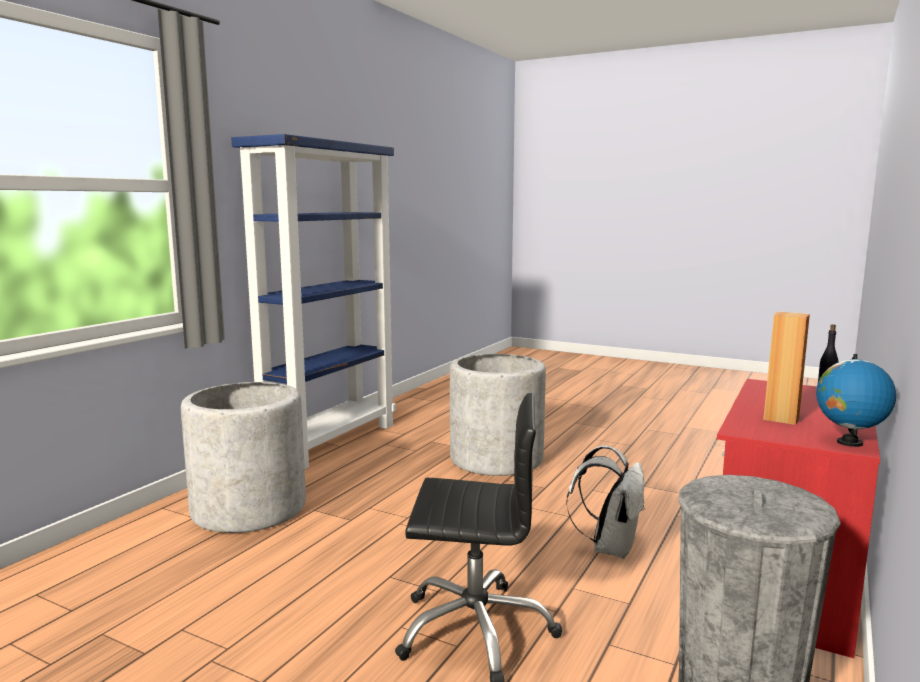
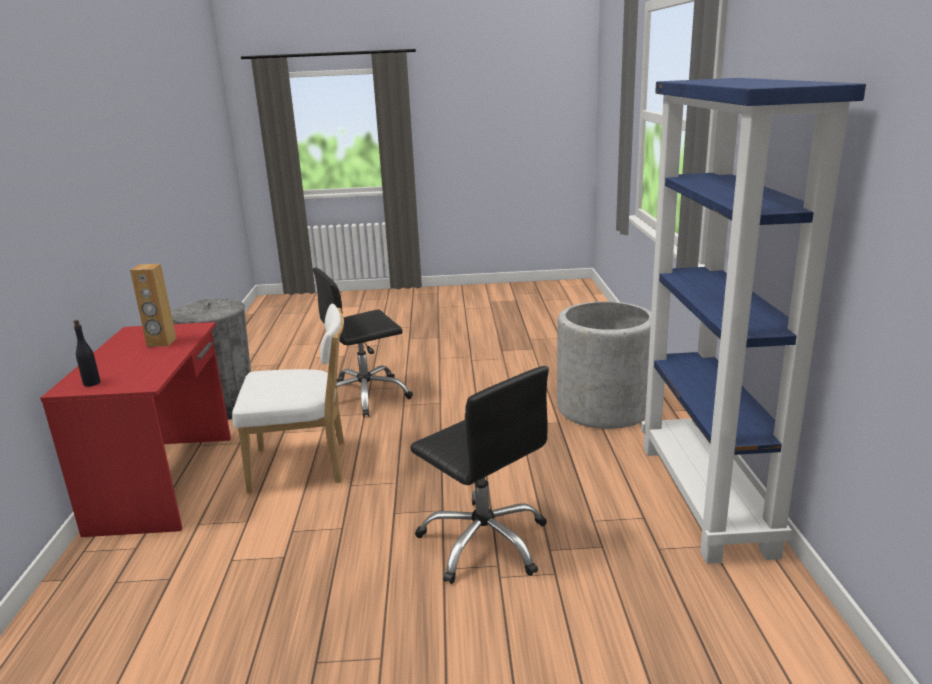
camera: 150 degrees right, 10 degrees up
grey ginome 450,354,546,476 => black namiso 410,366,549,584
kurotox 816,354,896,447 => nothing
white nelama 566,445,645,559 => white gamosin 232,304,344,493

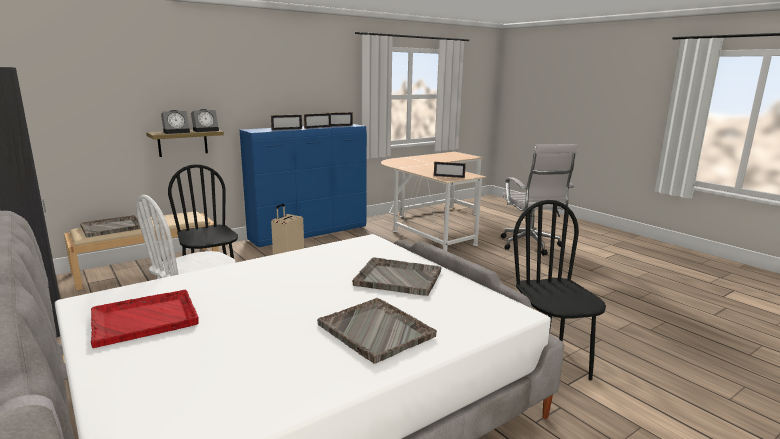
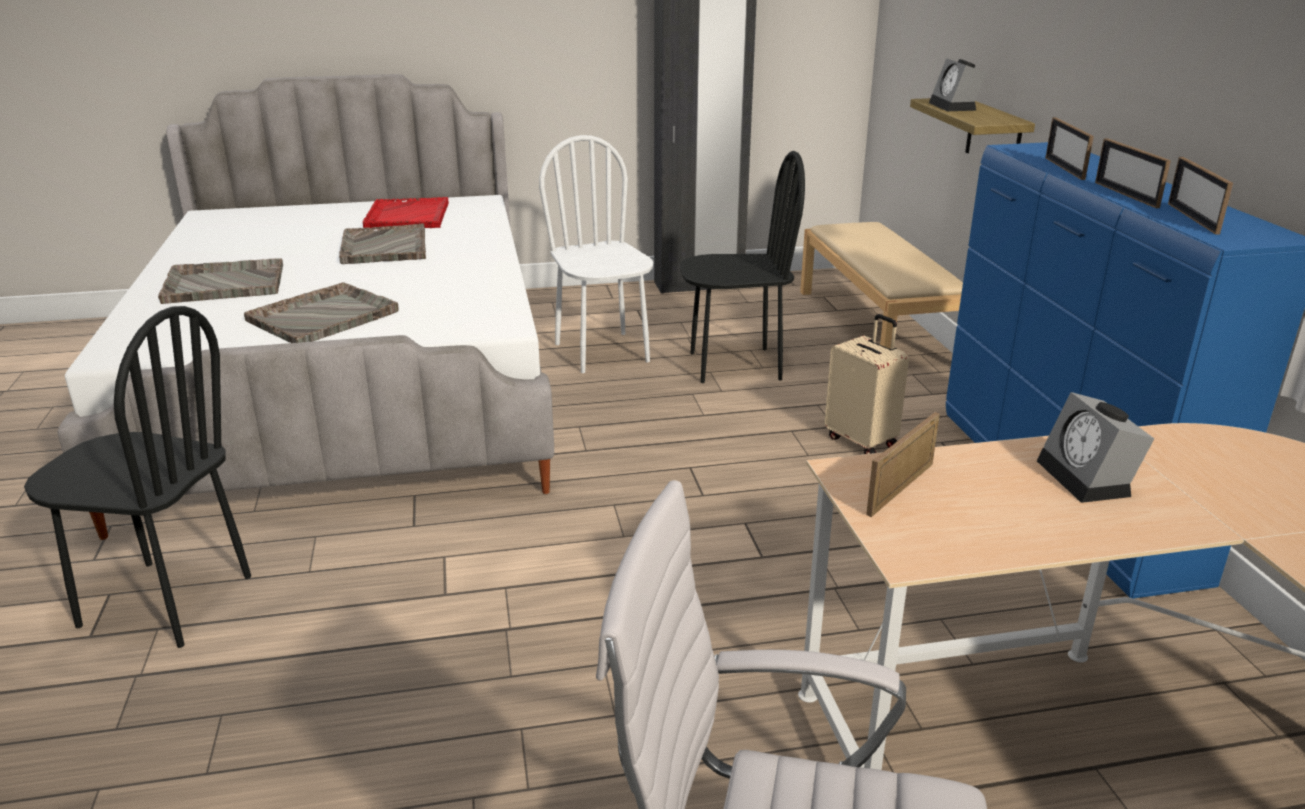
camera: 115 degrees right, 10 degrees up
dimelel 191,109,219,132 => dimelel 1037,392,1154,503, moved
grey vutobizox 80,215,140,238 => grey vutobizox 339,223,426,264, moved

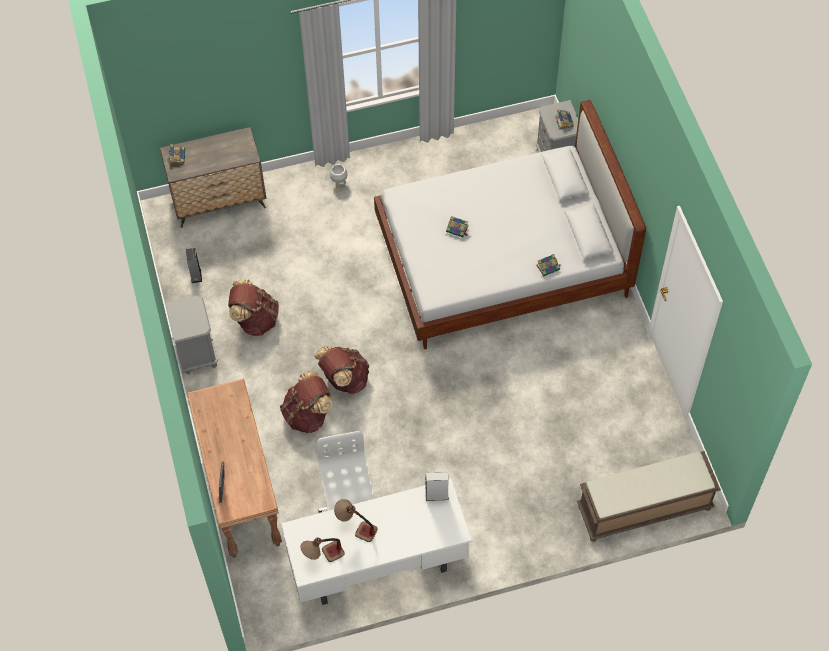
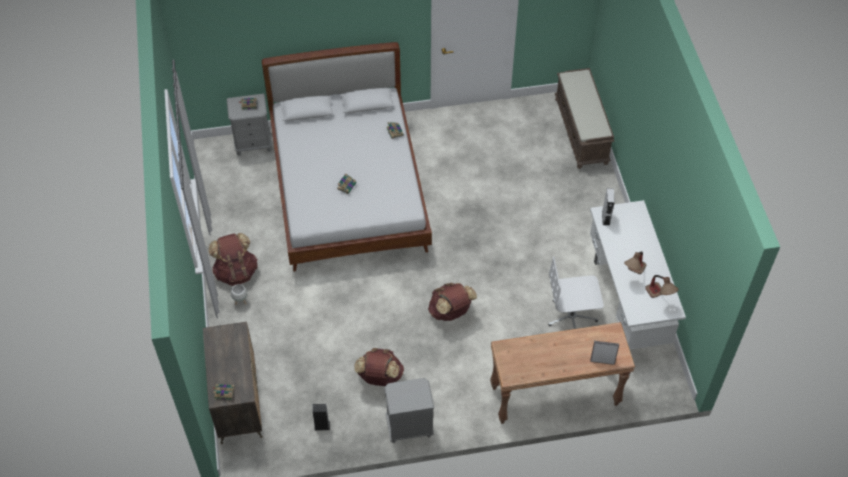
camera: 85 degrees left, 5 degrees down
brown nelama 280,371,333,434 => brown nelama 209,233,257,286, moved

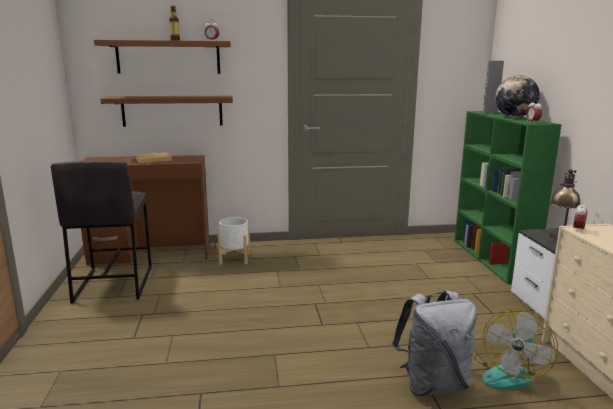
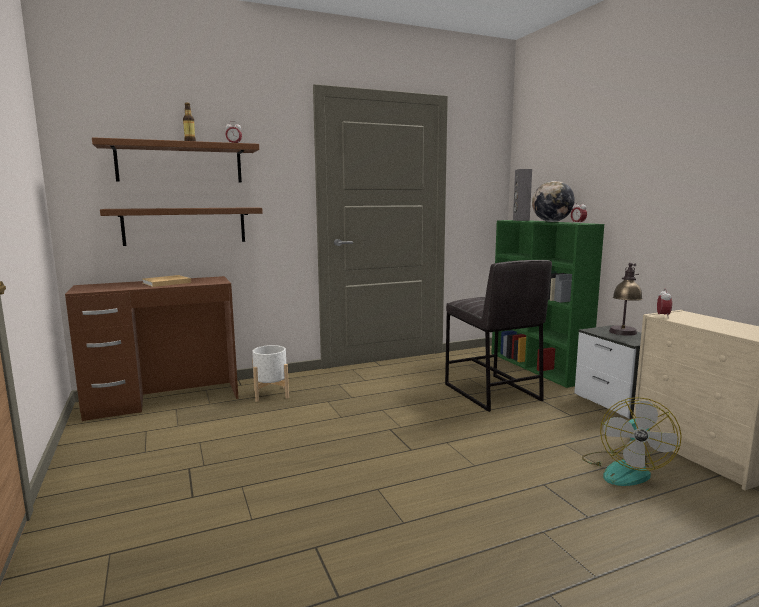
camera: 15 degrees left, 5 degrees down
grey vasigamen 51,161,152,304 => grey vasigamen 445,260,552,412, moved
grey nelama 392,290,477,397 => nothing

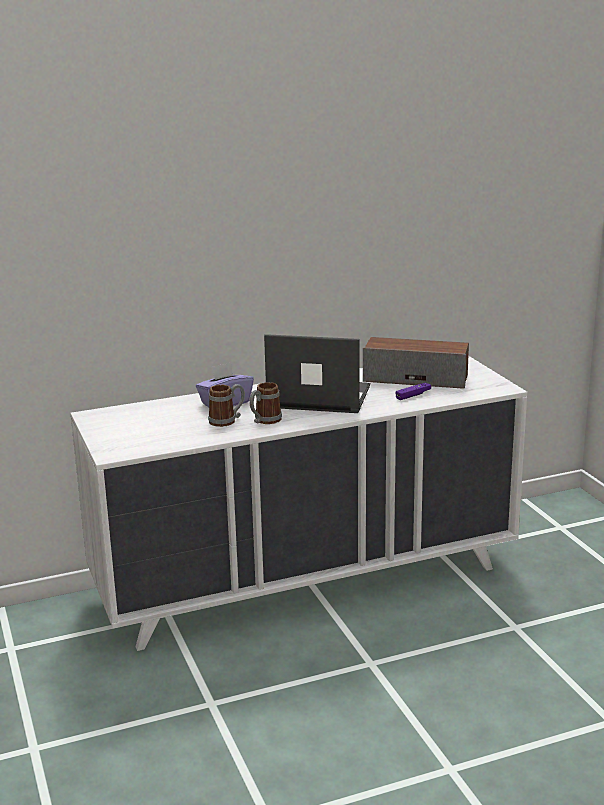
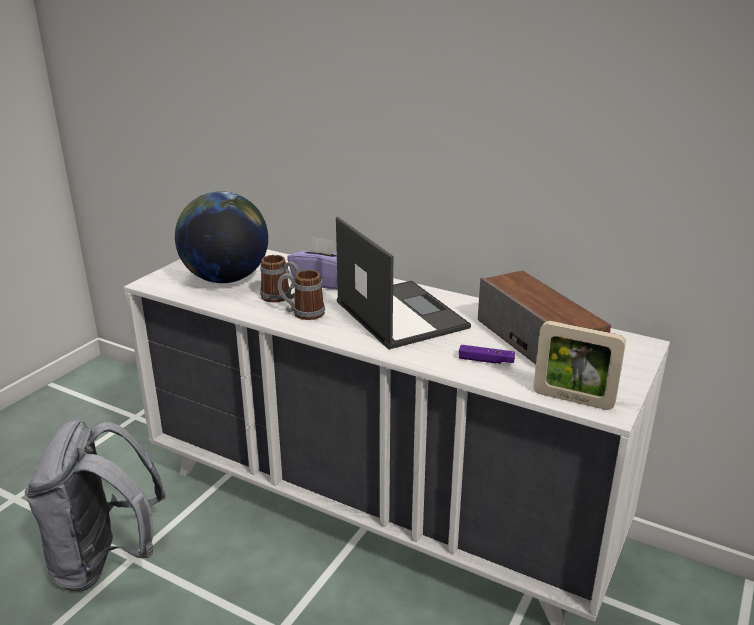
camera: 50 degrees right, 5 degrees up
nothing => kurotox 175,191,268,283
nothing => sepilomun 534,321,626,410
nothing => grey nelama 25,419,166,592

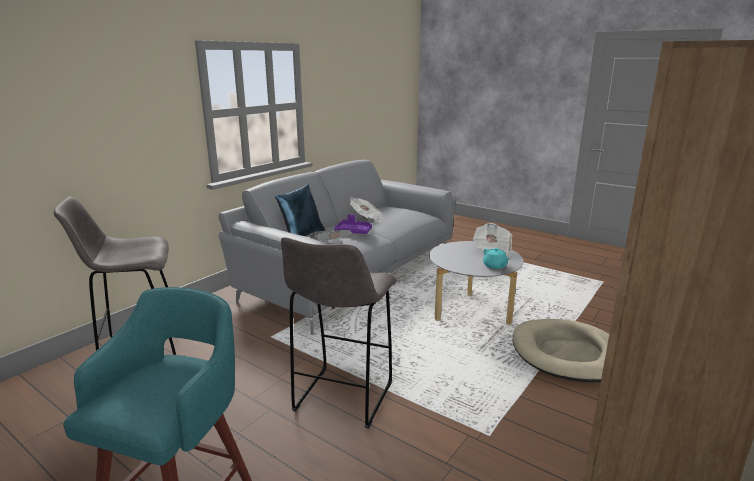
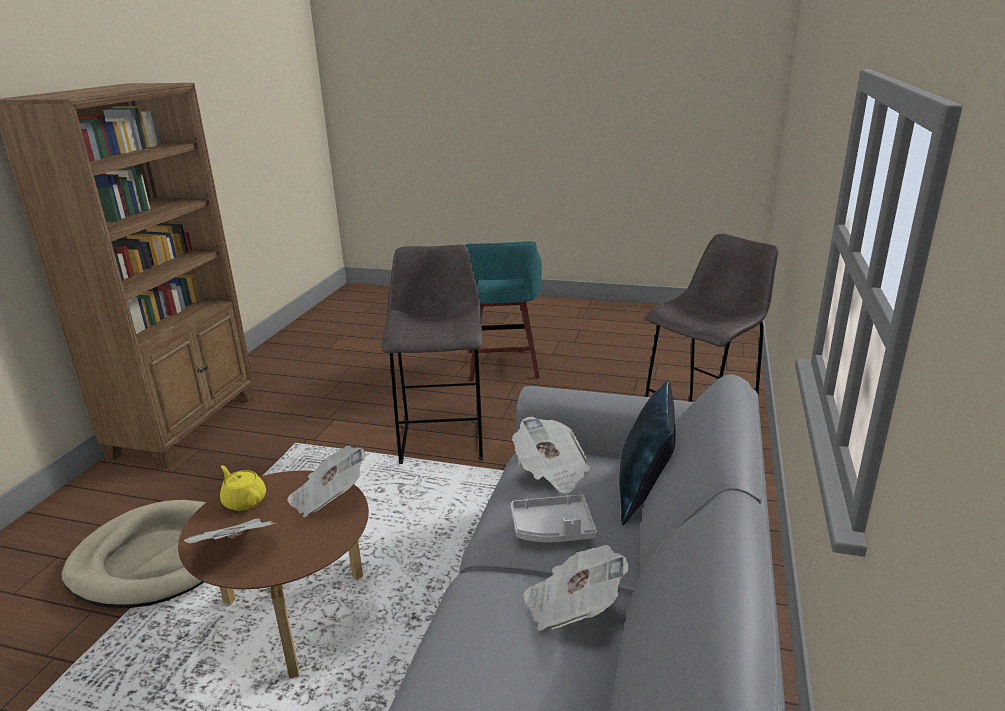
camera: 160 degrees right, 5 degrees up
purple vutobizox 335,214,372,234 => grey vutobizox 511,494,597,542
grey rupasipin 429,241,524,325 => brown rupasipin 178,471,369,679
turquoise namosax 483,248,510,269 => yellow namosax 220,465,266,511
nothing => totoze 287,446,366,518

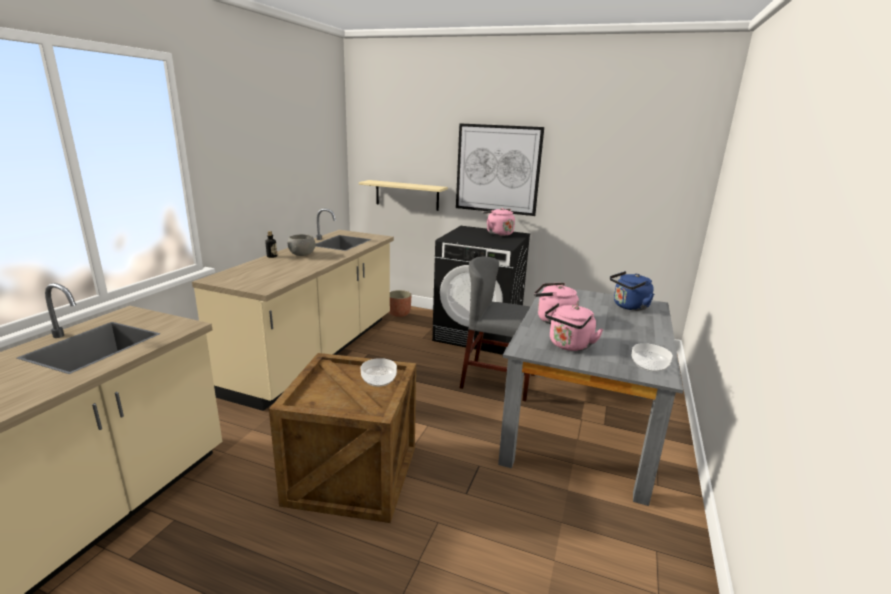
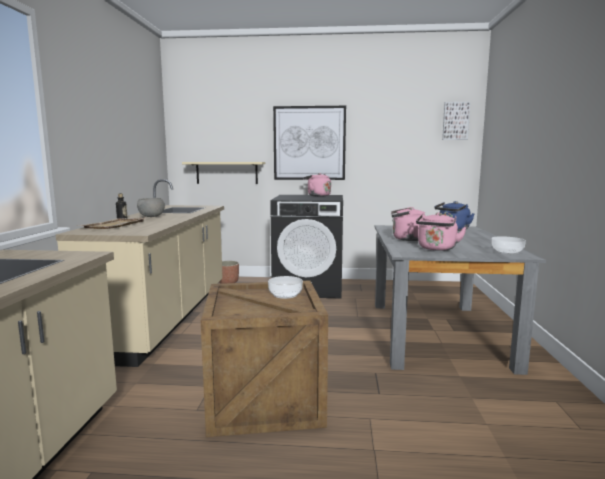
camera: 15 degrees left, 10 degrees down
grey gamosin 460,257,535,402 => nothing
nothing => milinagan 442,102,471,140
nothing => beige vutobizox 76,218,146,229

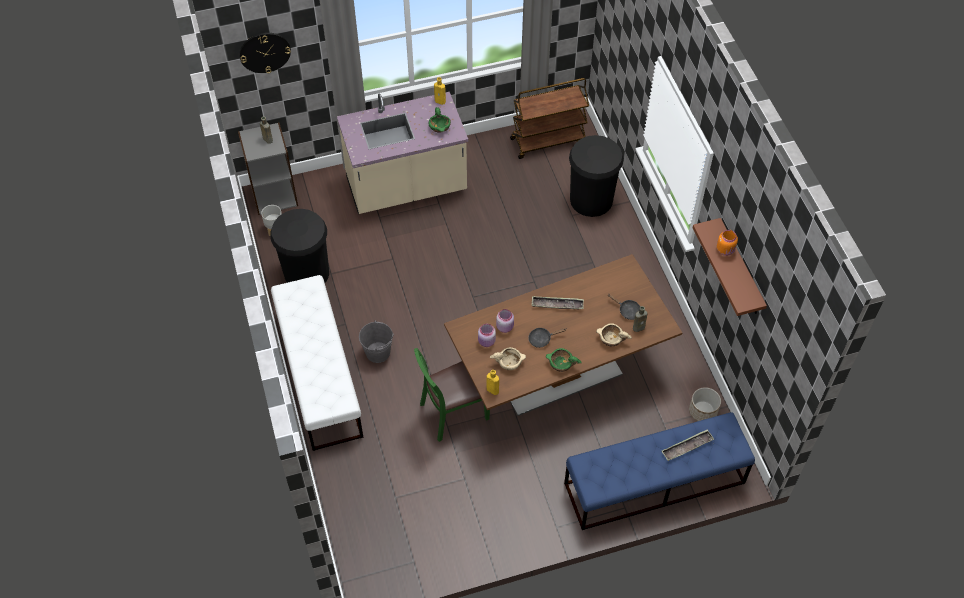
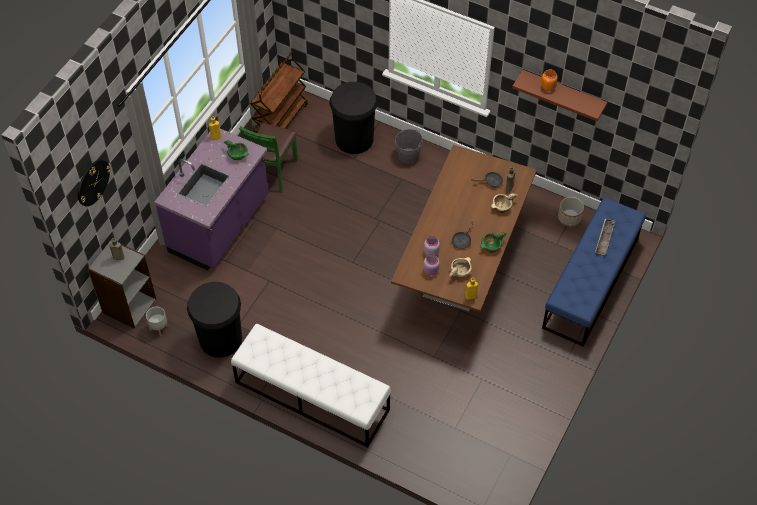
camera: 45 degrees left, 0 degrees up
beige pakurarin 337,92,468,214 => purple pakurarin 154,129,269,270
vutobizox 532,296,584,309 => nothing
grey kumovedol 359,320,394,363 => grey kumovedol 395,129,423,164, moved
green gamosin 414,348,490,442 => green gamosin 239,122,298,193, moved

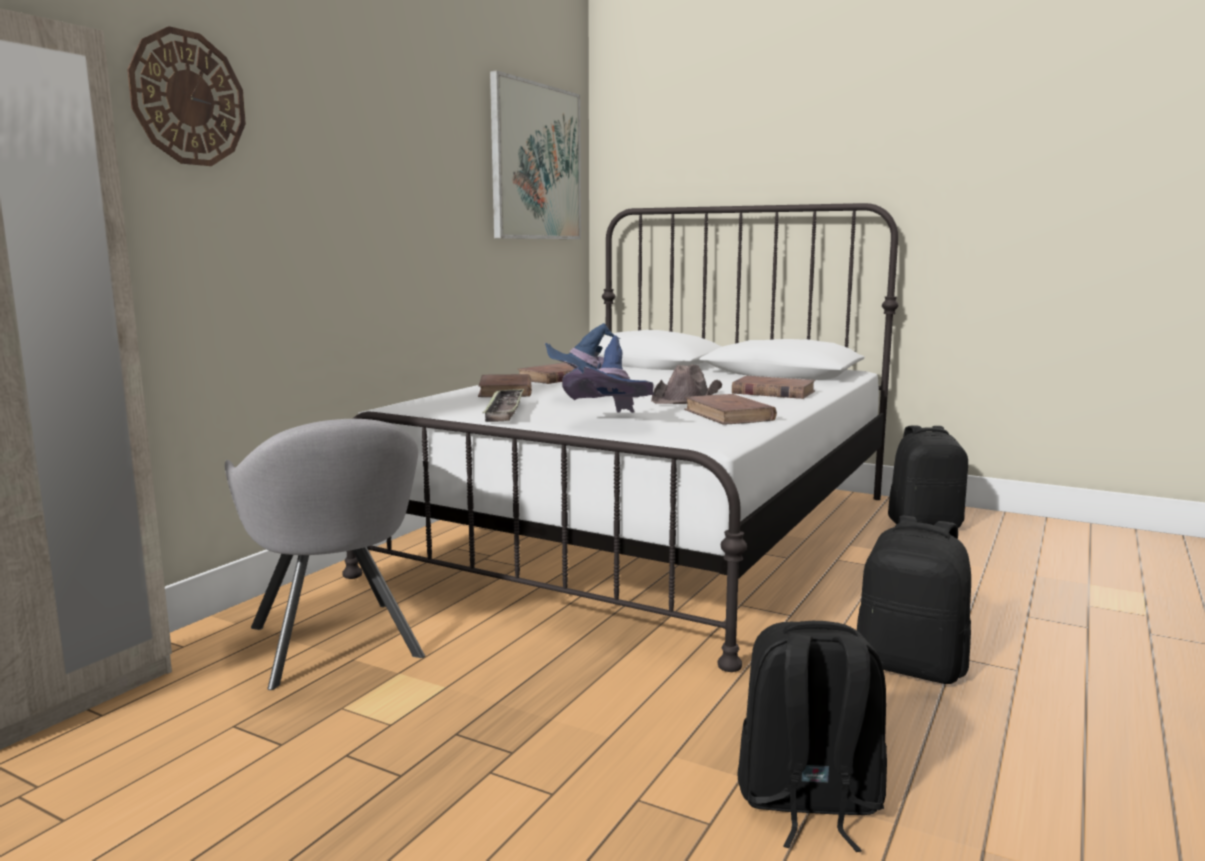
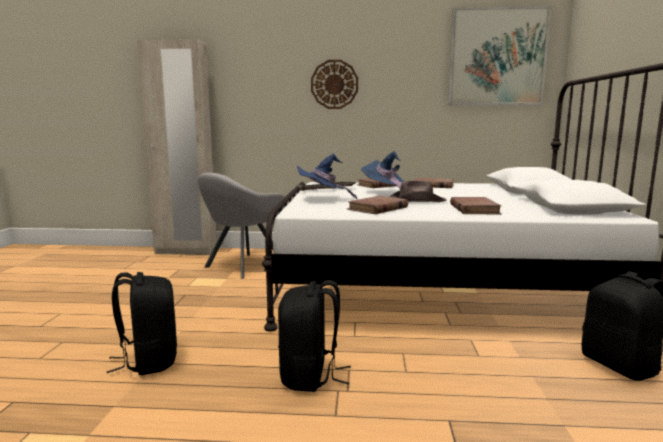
camera: 65 degrees right, 0 degrees up
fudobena 127,26,246,166 => fudobena 311,60,358,109, moved

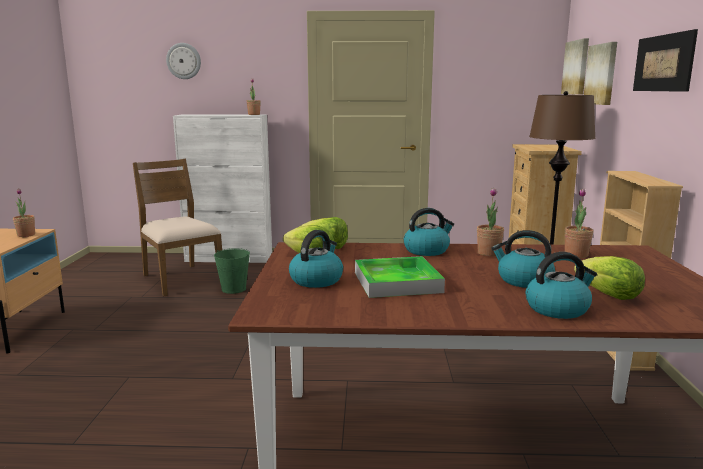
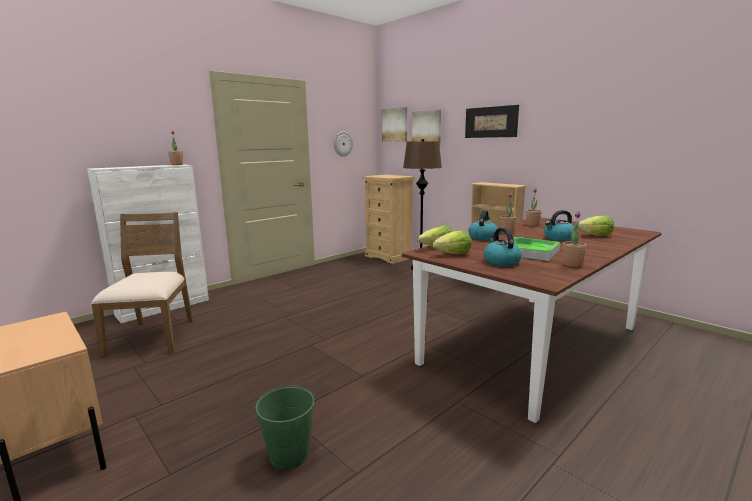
camera: 45 degrees left, 0 degrees up
fudobena 166,43,201,79 => fudobena 334,131,353,157, moved
brown gamosin 133,159,222,296 => brown gamosin 91,212,193,358, 75 degrees clockwise
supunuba 13,188,35,237 => supunuba 563,211,587,267, moved
green kumovedol 214,248,250,294 => green kumovedol 254,386,315,469, moved
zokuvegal 526,252,597,319 => nothing

